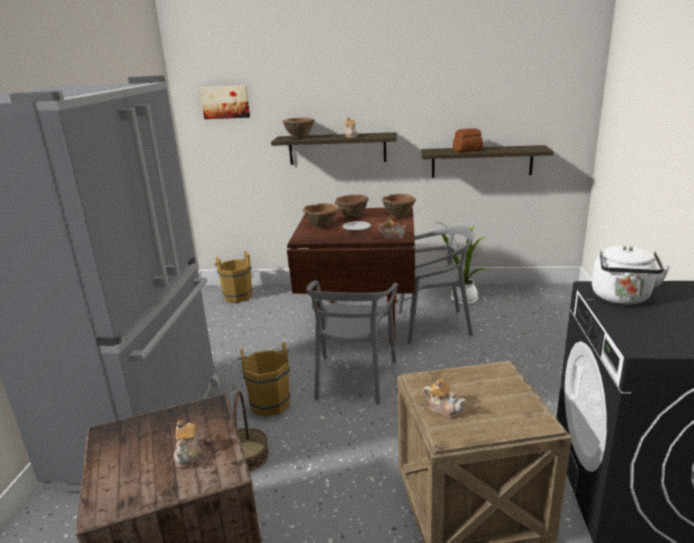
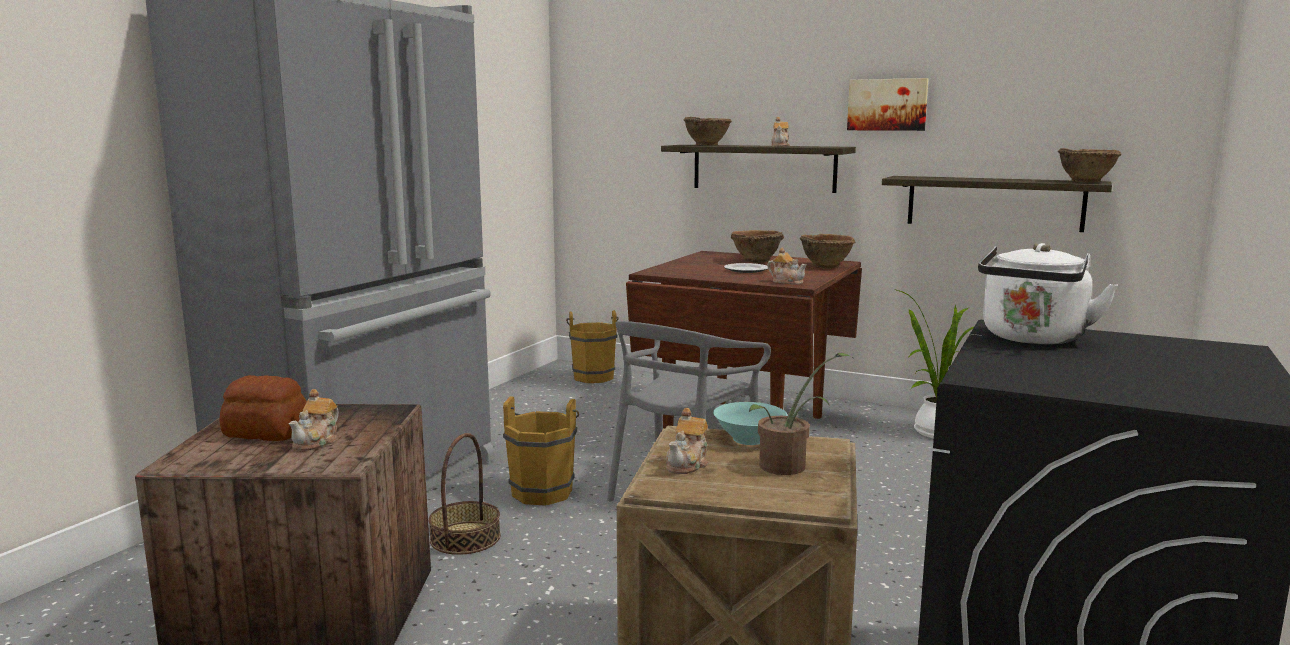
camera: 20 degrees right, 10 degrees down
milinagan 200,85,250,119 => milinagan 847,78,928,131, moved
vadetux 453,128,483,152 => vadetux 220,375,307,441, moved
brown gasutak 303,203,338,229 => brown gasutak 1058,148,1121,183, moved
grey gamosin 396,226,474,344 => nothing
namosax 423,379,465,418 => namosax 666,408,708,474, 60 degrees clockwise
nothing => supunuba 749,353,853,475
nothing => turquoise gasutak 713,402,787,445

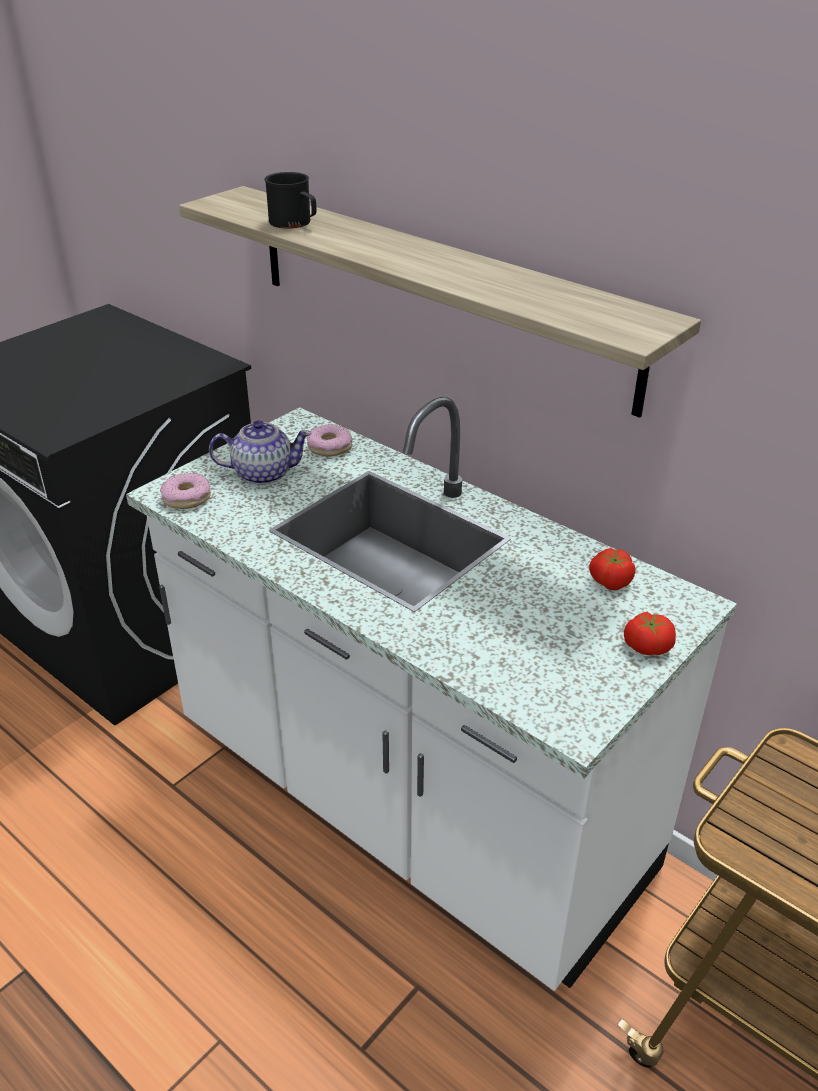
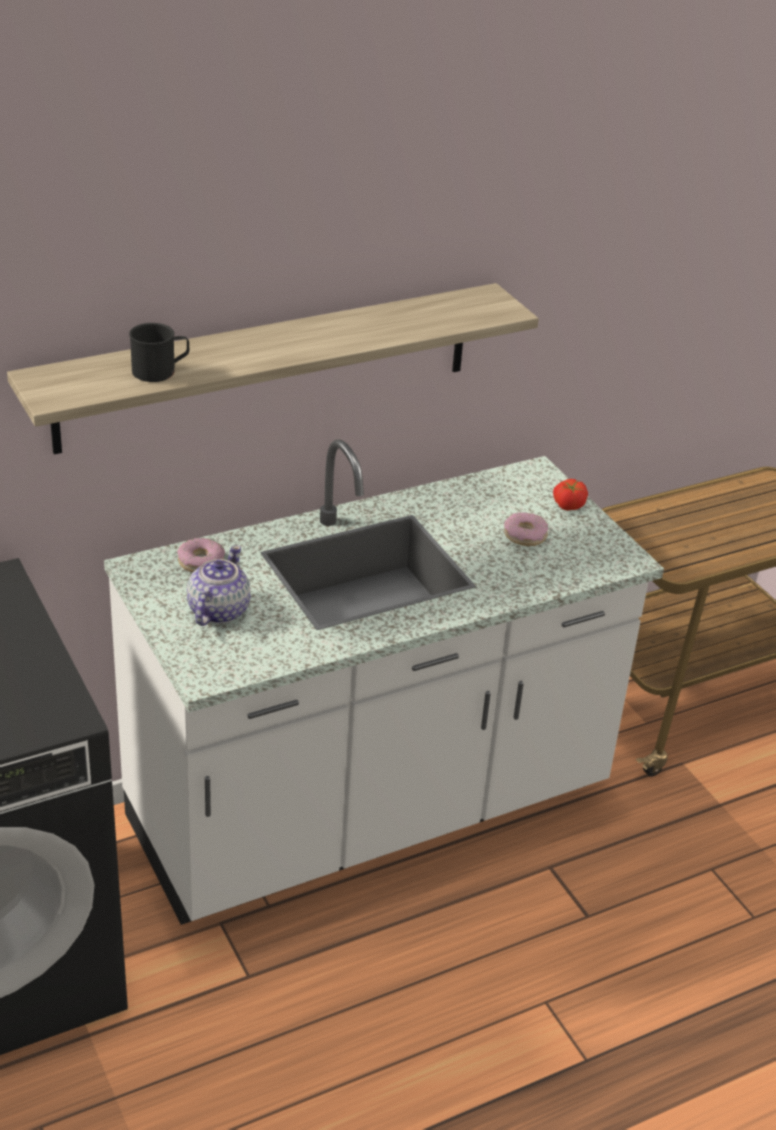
camera: 70 degrees left, 0 degrees up
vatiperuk 160,473,211,509 => vatiperuk 504,512,548,546, moved
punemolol 589,548,636,590 => nothing

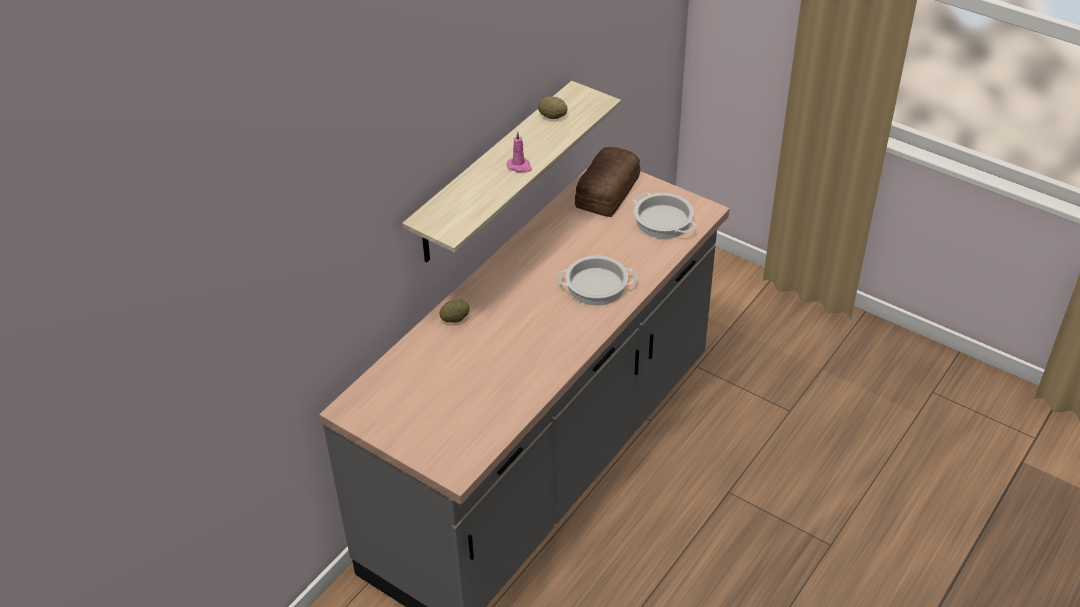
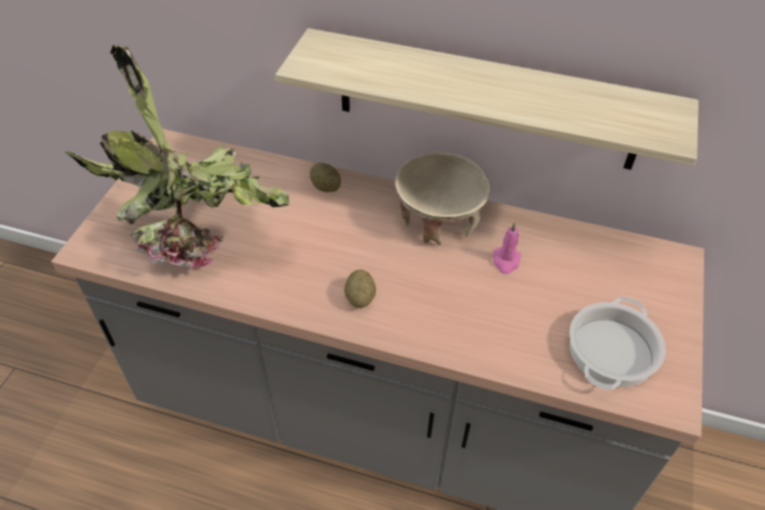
camera: 70 degrees right, 5 degrees up
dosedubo 538,97,568,119 => dosedubo 344,269,376,308, moved
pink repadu 507,132,532,173 => pink repadu 493,222,521,274, moved
vadetux 575,147,640,217 => nothing
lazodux 557,255,637,306 => nothing
nothing => supunuba 65,45,289,270
nothing => beige gasutak 395,152,491,246

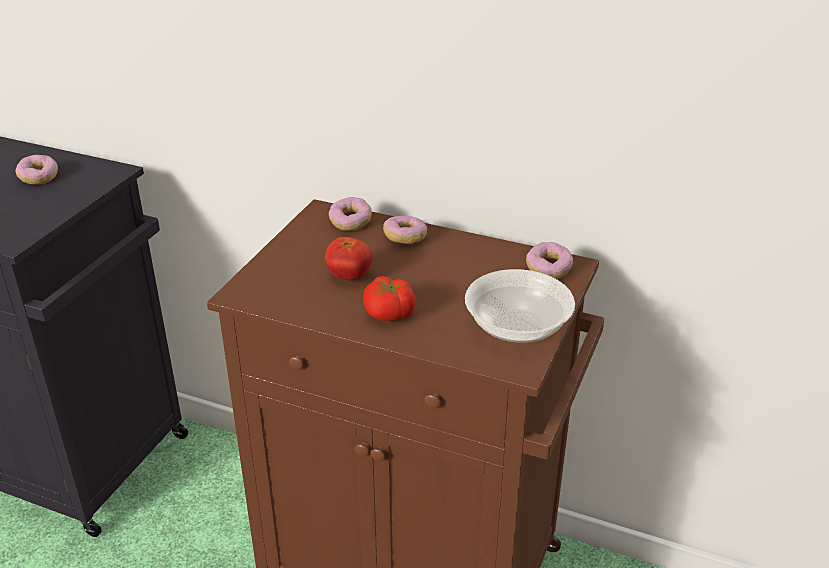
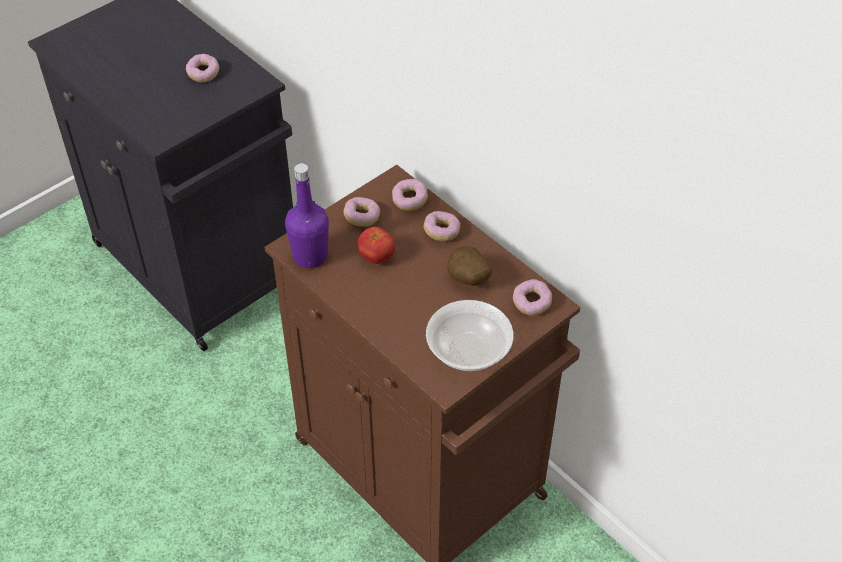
camera: 25 degrees right, 15 degrees up
punemolol 363,276,416,321 => nothing
nothing => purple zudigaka 285,163,329,268
nothing => vatiperuk 344,197,380,227
nothing => dosedubo 447,246,492,286

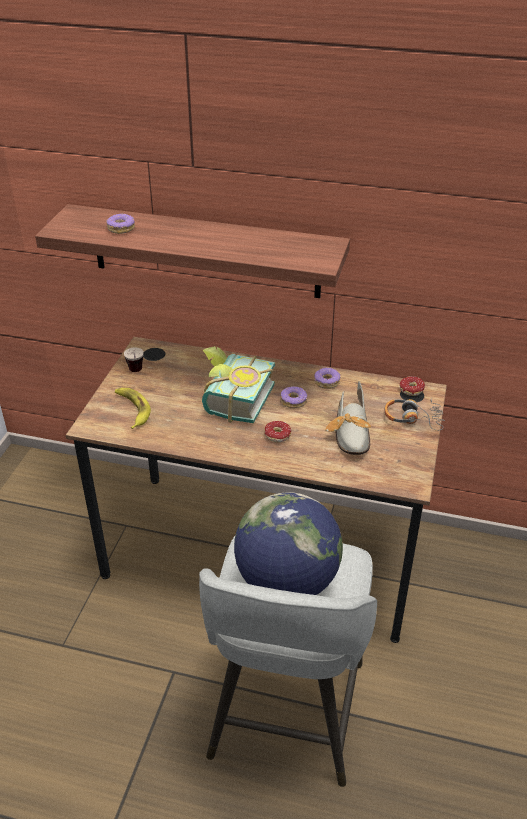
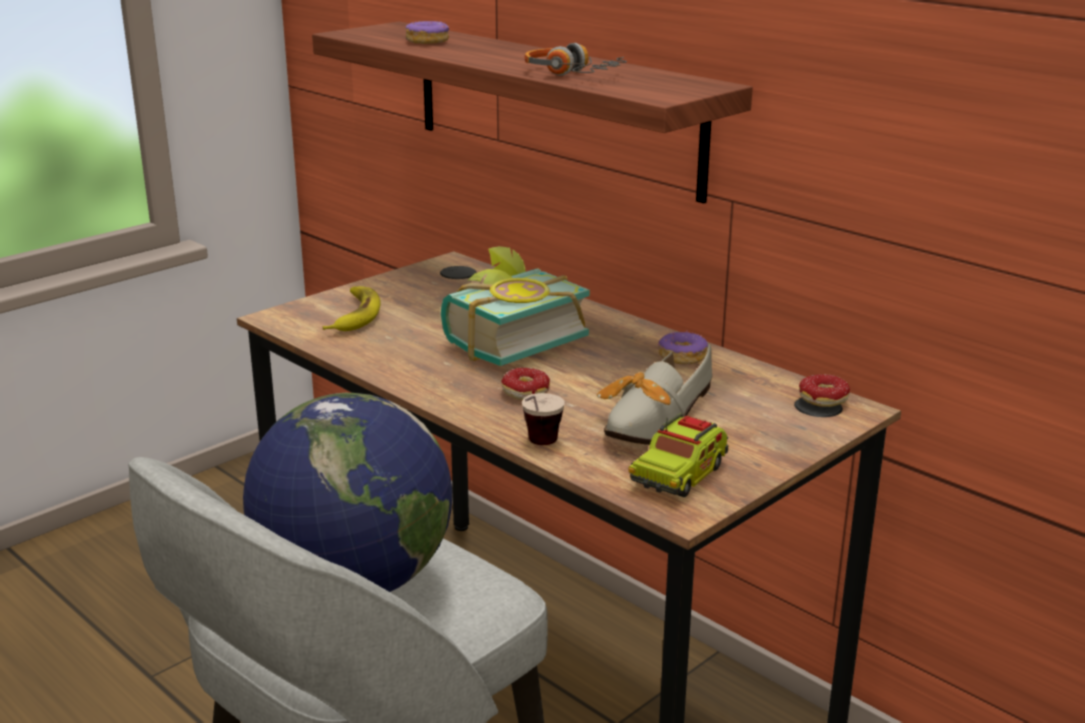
camera: 30 degrees right, 15 degrees down
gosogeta 124,348,144,372 => gosogeta 522,393,565,445, moved
vatiperuk 280,386,307,408 => nothing
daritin 384,398,445,431 => daritin 524,43,627,76, moved
nothing => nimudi 628,413,729,497

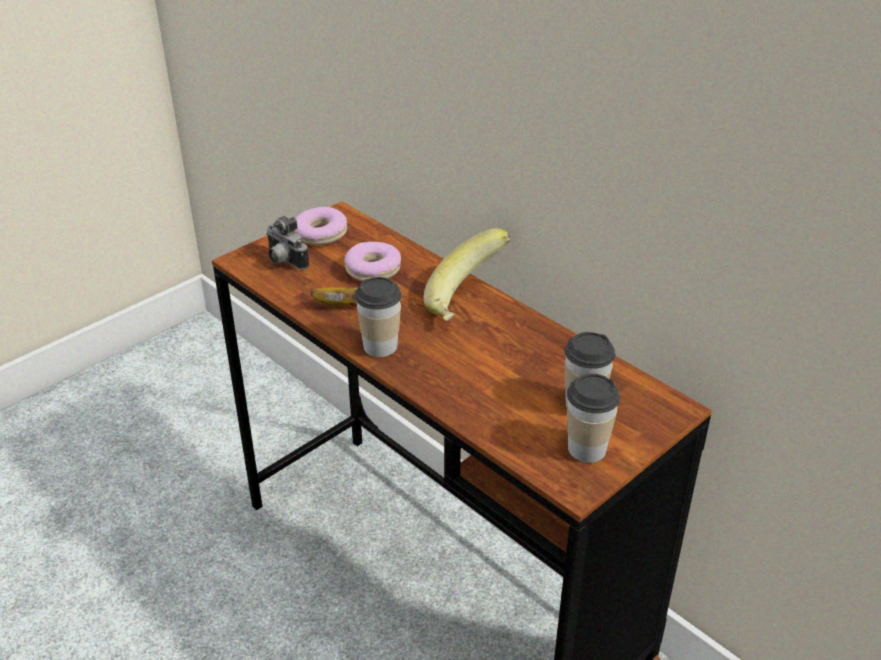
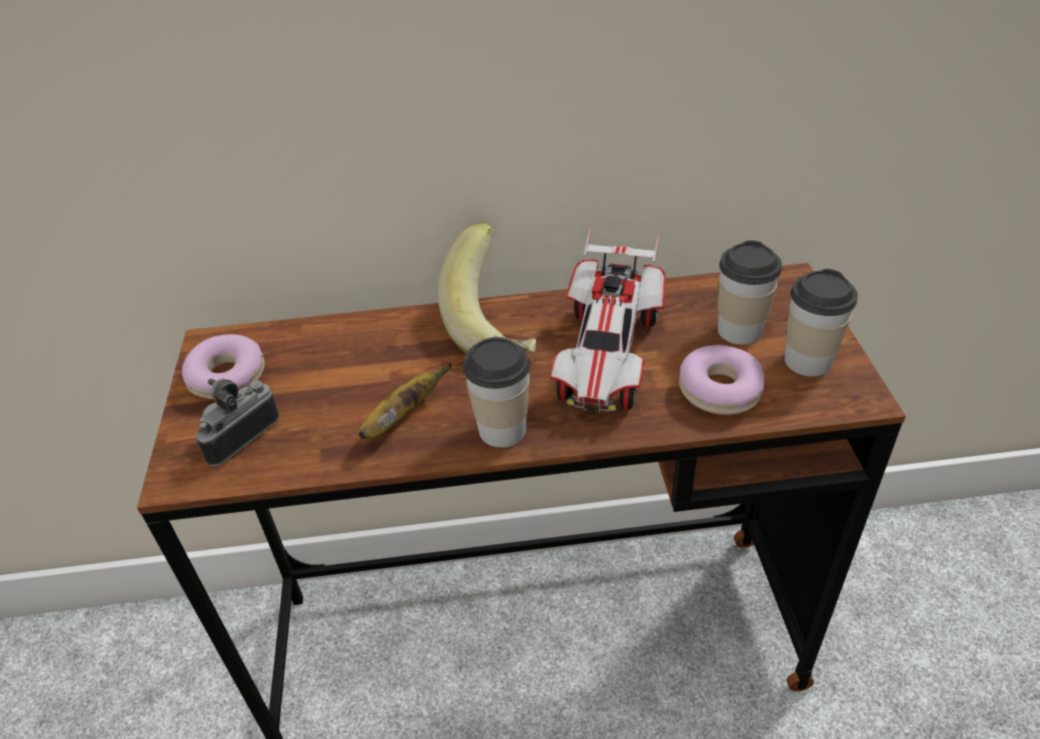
camera: 50 degrees left, 5 degrees up
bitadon 266,216,309,270 => bitadon 195,378,280,466, 135 degrees clockwise
vatiperuk 344,242,401,281 => vatiperuk 679,345,764,415, moved
nothing => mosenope 550,230,666,412

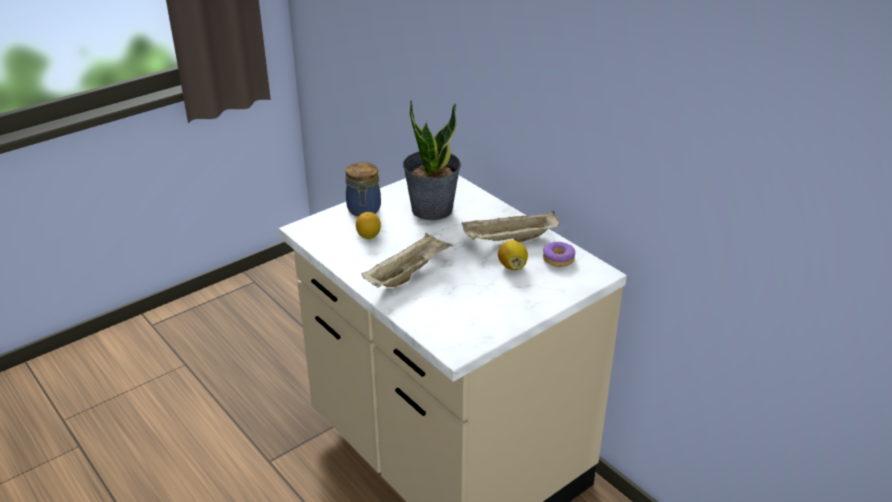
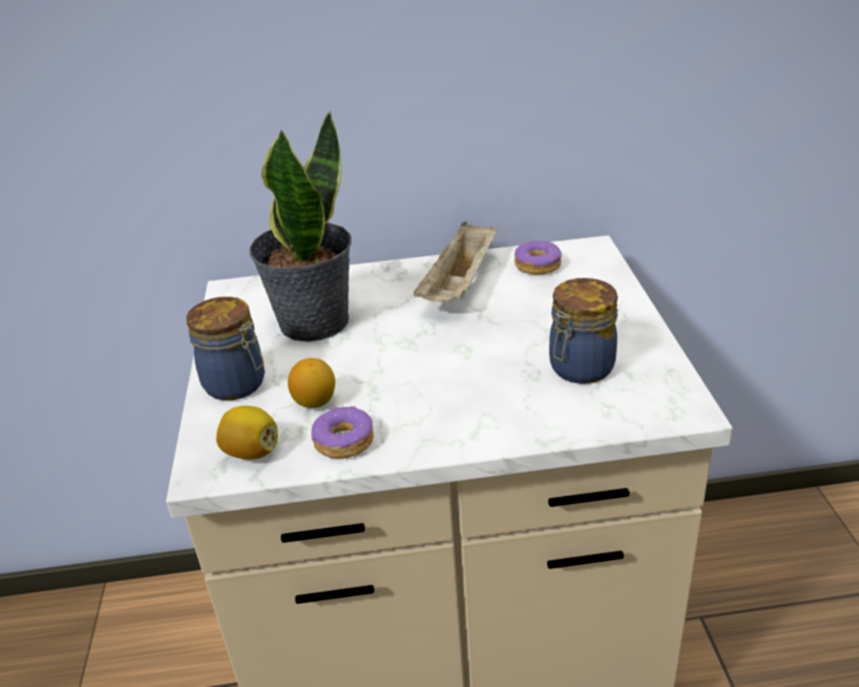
camera: 55 degrees left, 0 degrees up
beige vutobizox 361,233,453,287 => nothing
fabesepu 498,240,528,270 => fabesepu 216,406,278,460, moved
nothing => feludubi 549,278,618,384
nothing => vatiperuk 311,406,374,458

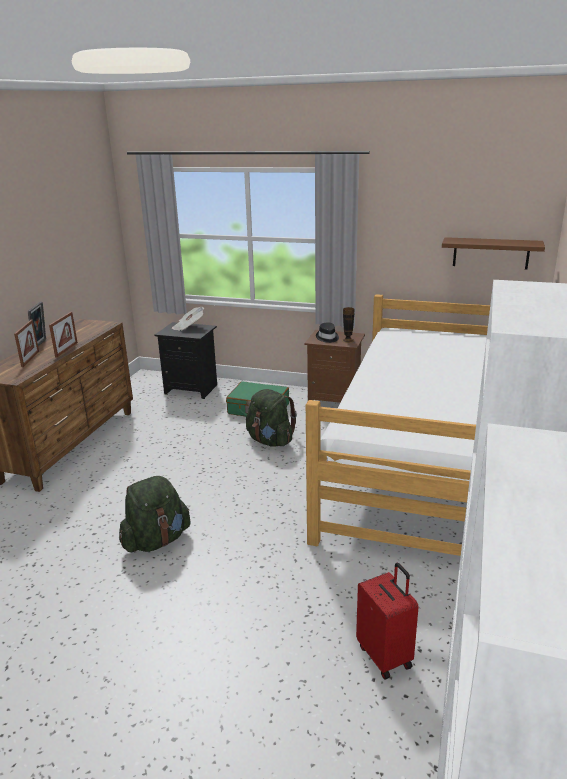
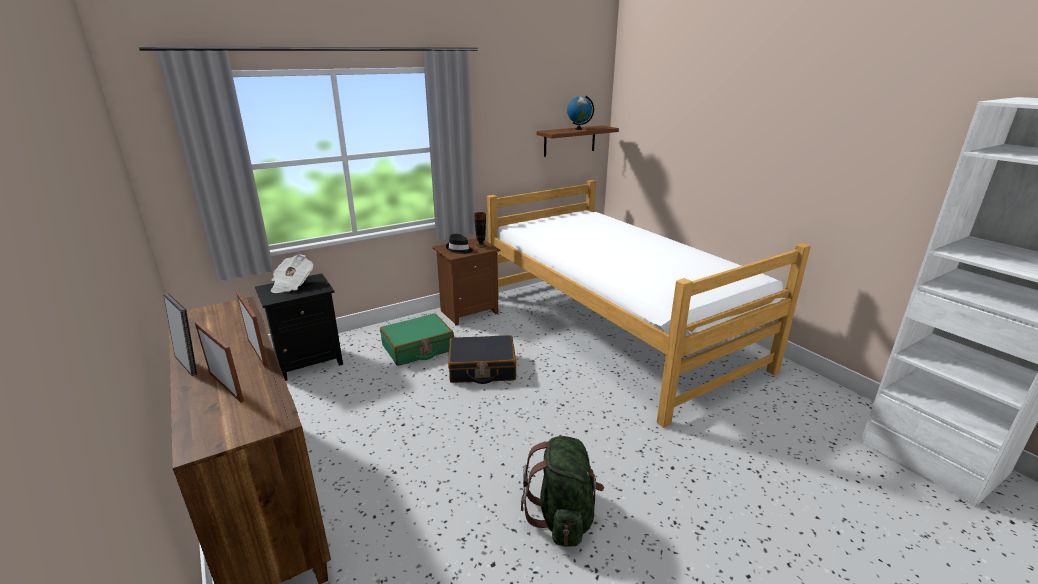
camera: 50 degrees left, 0 degrees up
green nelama 246,389,297,446 => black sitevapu 448,335,516,384
red sitevapu 356,563,419,679 => nothing
nothing => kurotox 567,96,594,130

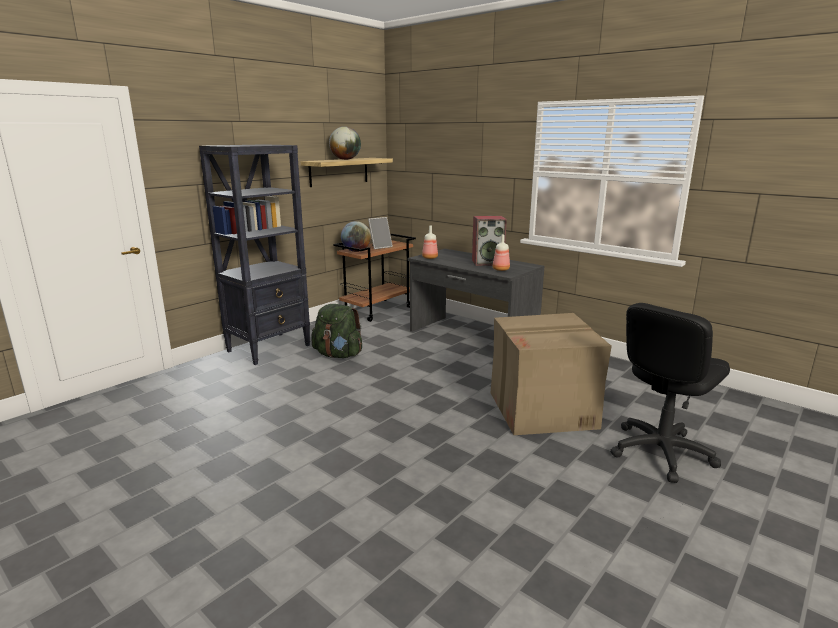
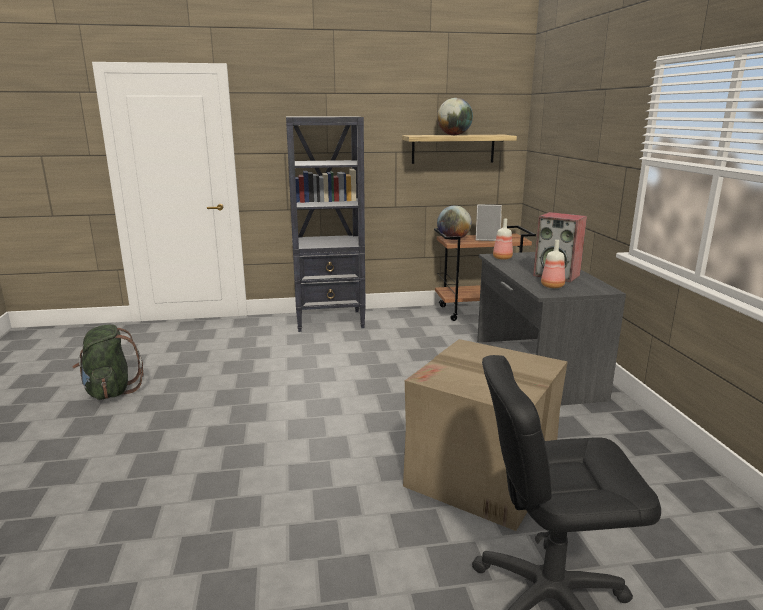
camera: 40 degrees right, 0 degrees up
green nelama 311,304,362,358 => green nelama 72,324,143,400, moved

